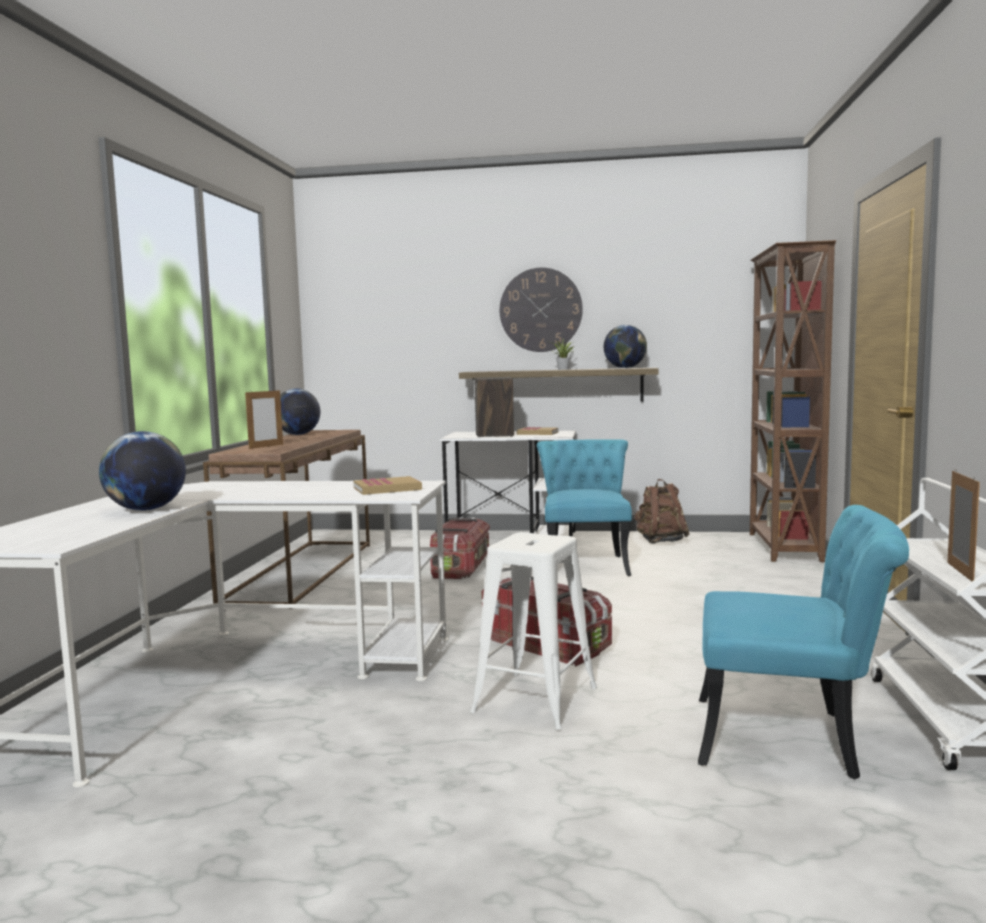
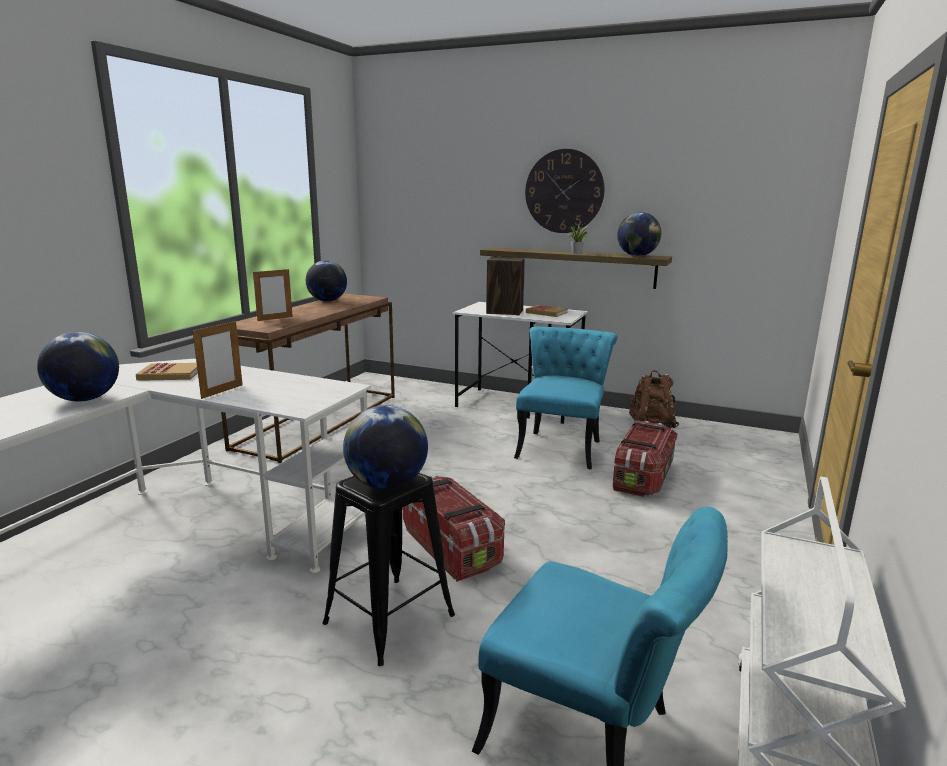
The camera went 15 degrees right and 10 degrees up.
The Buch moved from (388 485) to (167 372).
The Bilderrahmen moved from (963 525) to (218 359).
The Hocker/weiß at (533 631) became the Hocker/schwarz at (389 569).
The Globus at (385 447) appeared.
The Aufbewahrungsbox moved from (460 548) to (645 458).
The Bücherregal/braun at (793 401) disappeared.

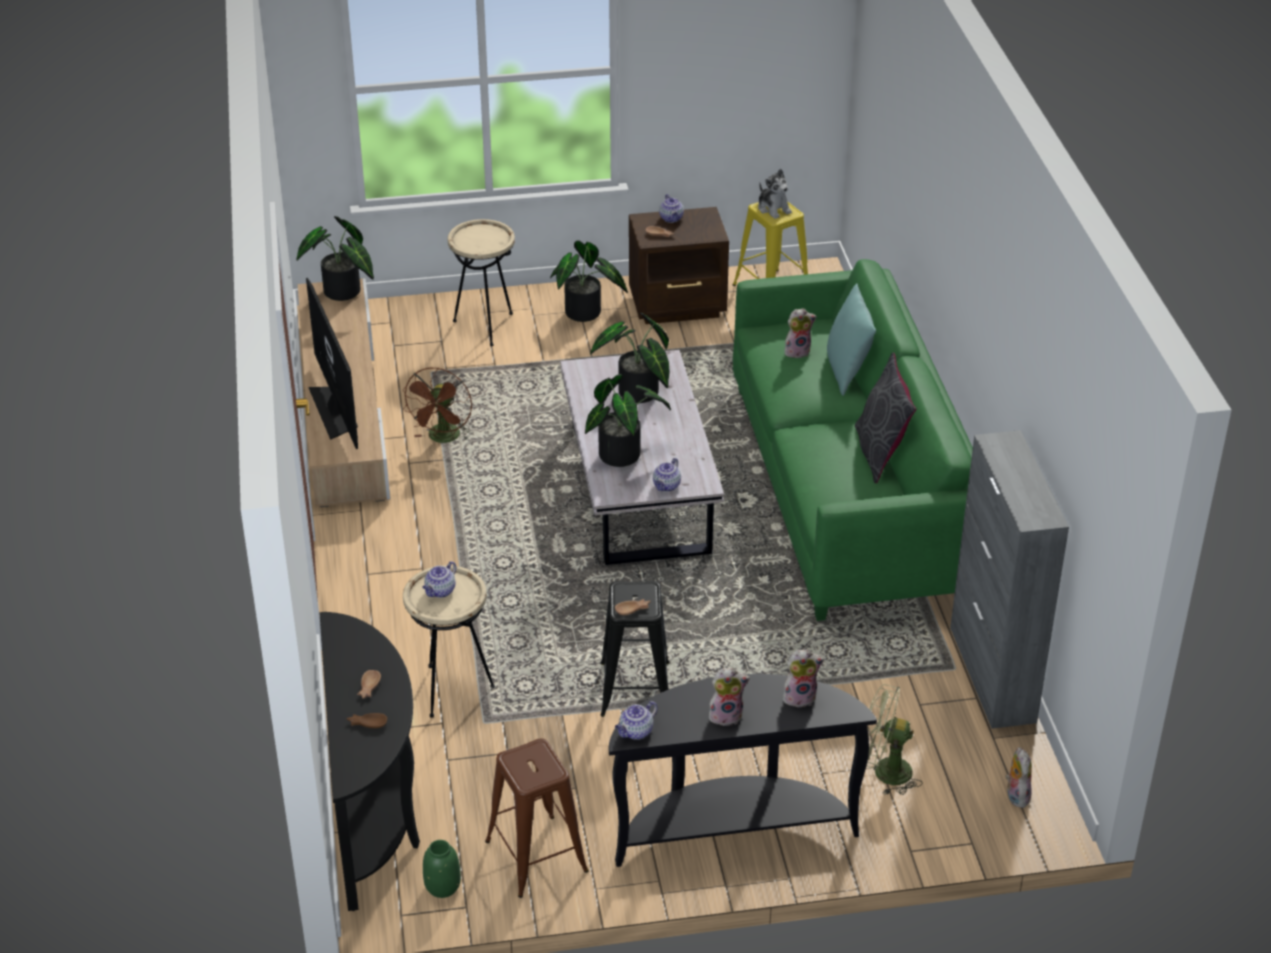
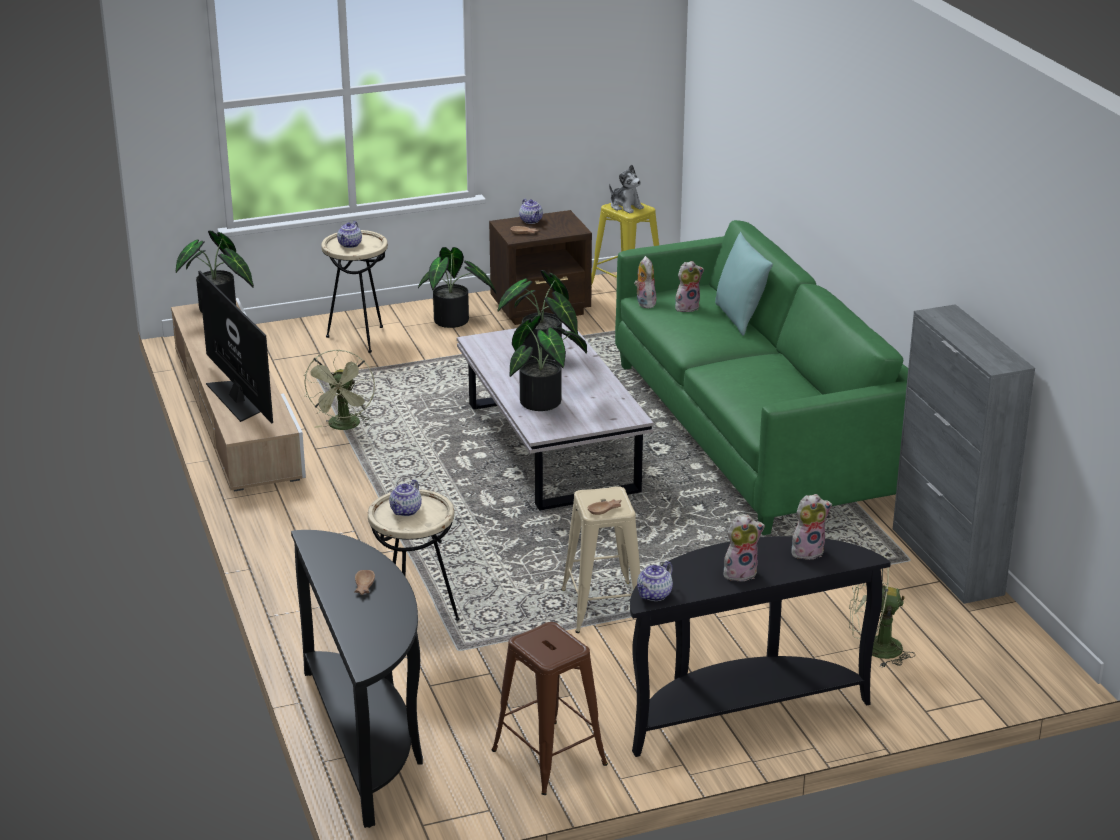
The camera went 10 degrees left and 10 degrees down.
The Ventilator/braun at (437 405) became the Ventilator/grün at (339 390).
The Teekanne moved from (667 475) to (349 234).
The Hocker/schwarz at (634 649) became the Hocker/beige at (600 559).
The Plüschtier moved from (1018 777) to (645 282).
The Schüssel/braun at (366 720) disappeared.
The Vase/grün at (442 869) disappeared.
The Kissen/grau at (885 418) disappeared.

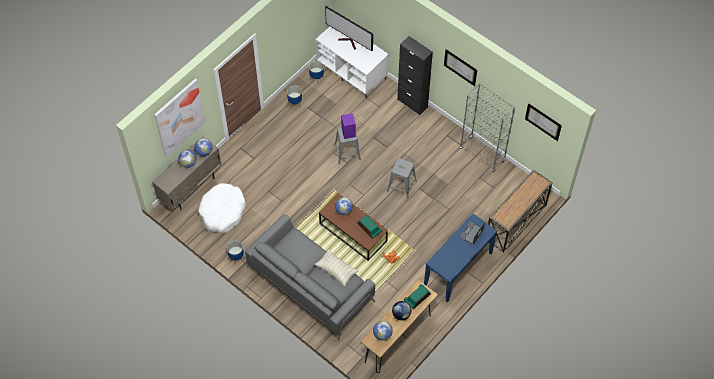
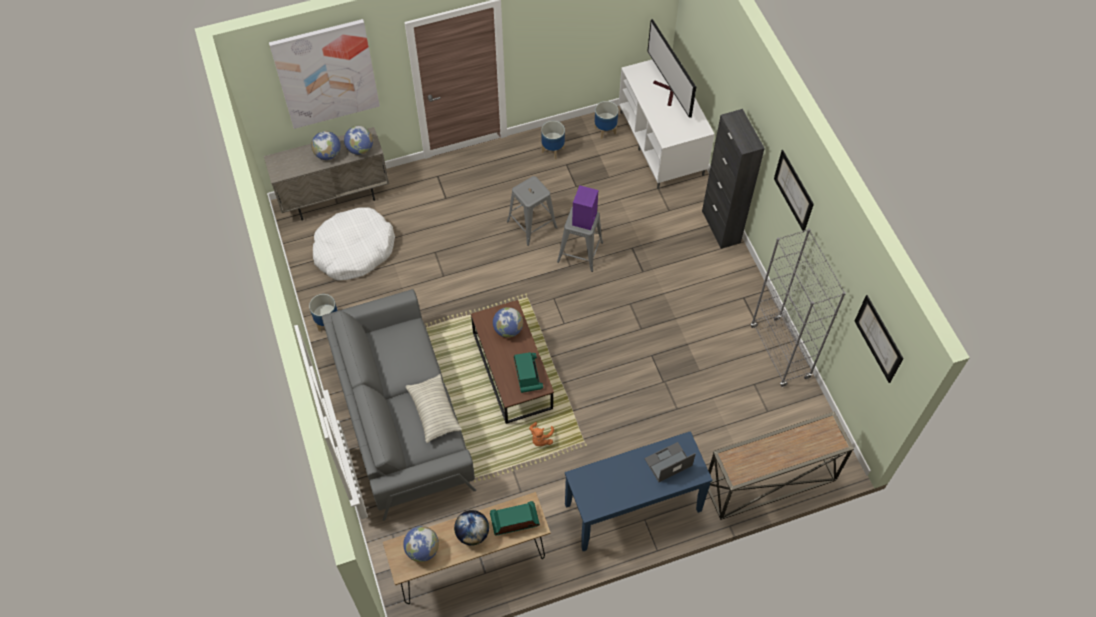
The camera went 30 degrees right and 0 degrees up.
The Hocker/grau moved from (402 178) to (532 211).

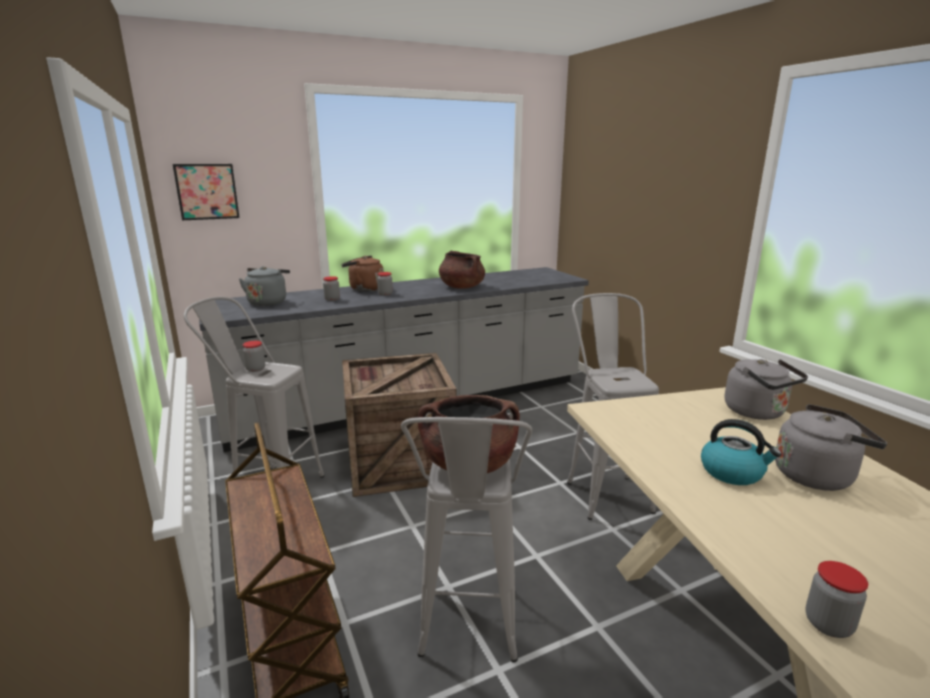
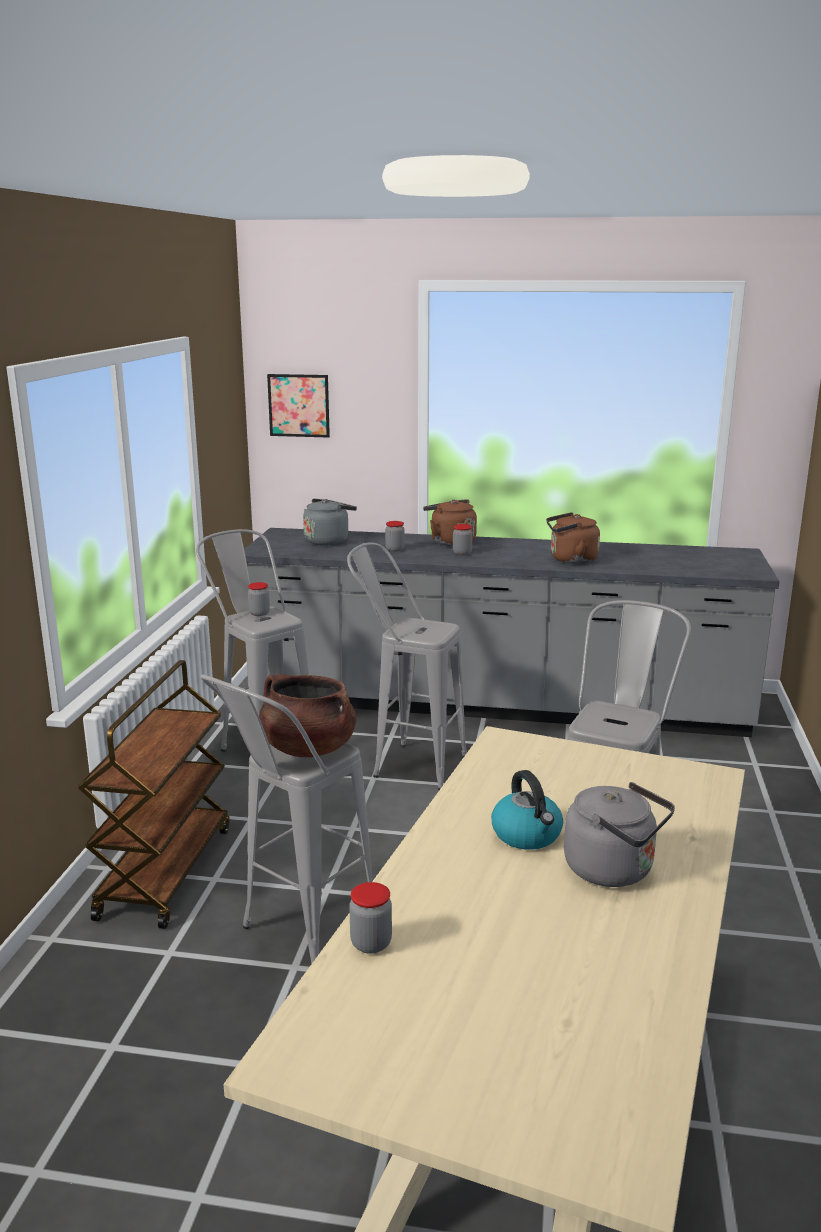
The camera went 35 degrees right and 0 degrees up.
The Kiste at (399 425) was replaced by the Hocker/grau at (407 666).
The Kochtopf/braun at (462 269) was replaced by the Wasserkessel/braun at (573 538).
The Wasserkessel/grau at (766 389) disappeared.

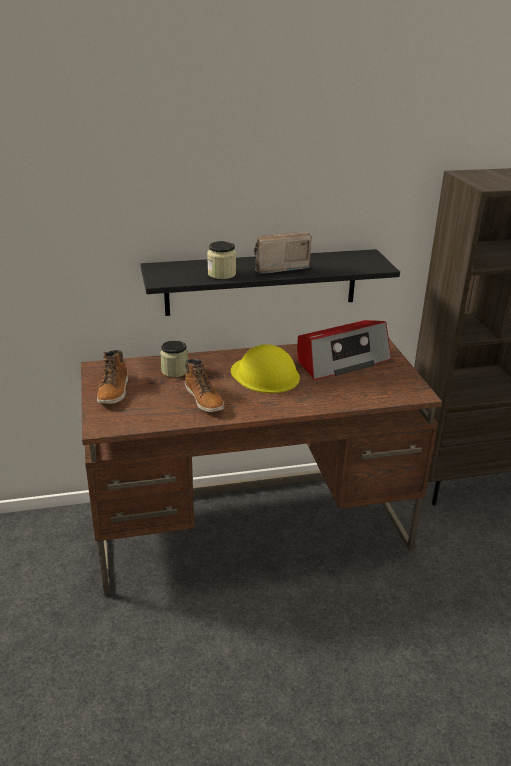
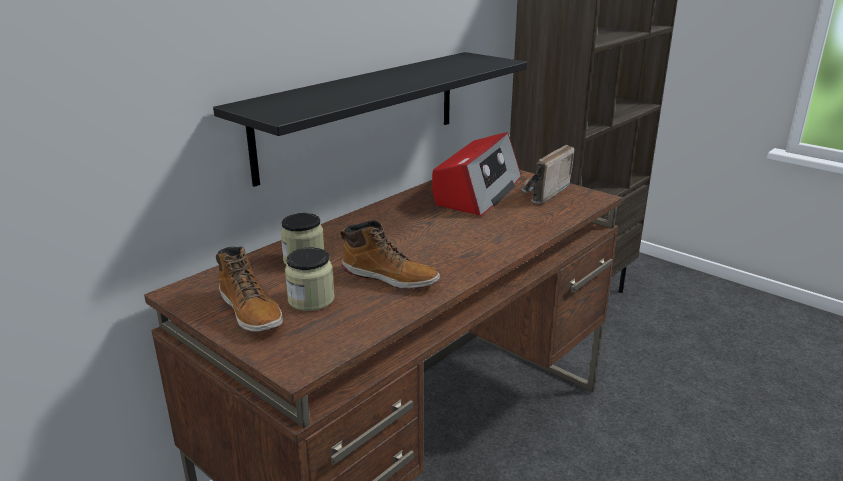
The camera went 35 degrees left and 5 degrees down.
The Vorratsglas moved from (221 260) to (309 279).
The Radio moved from (283 253) to (548 174).
The Schutzhelm/gelb at (265 368) disappeared.

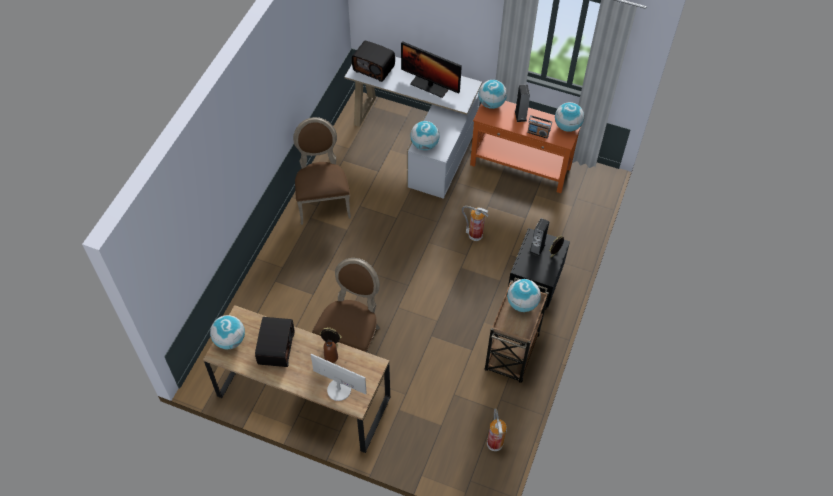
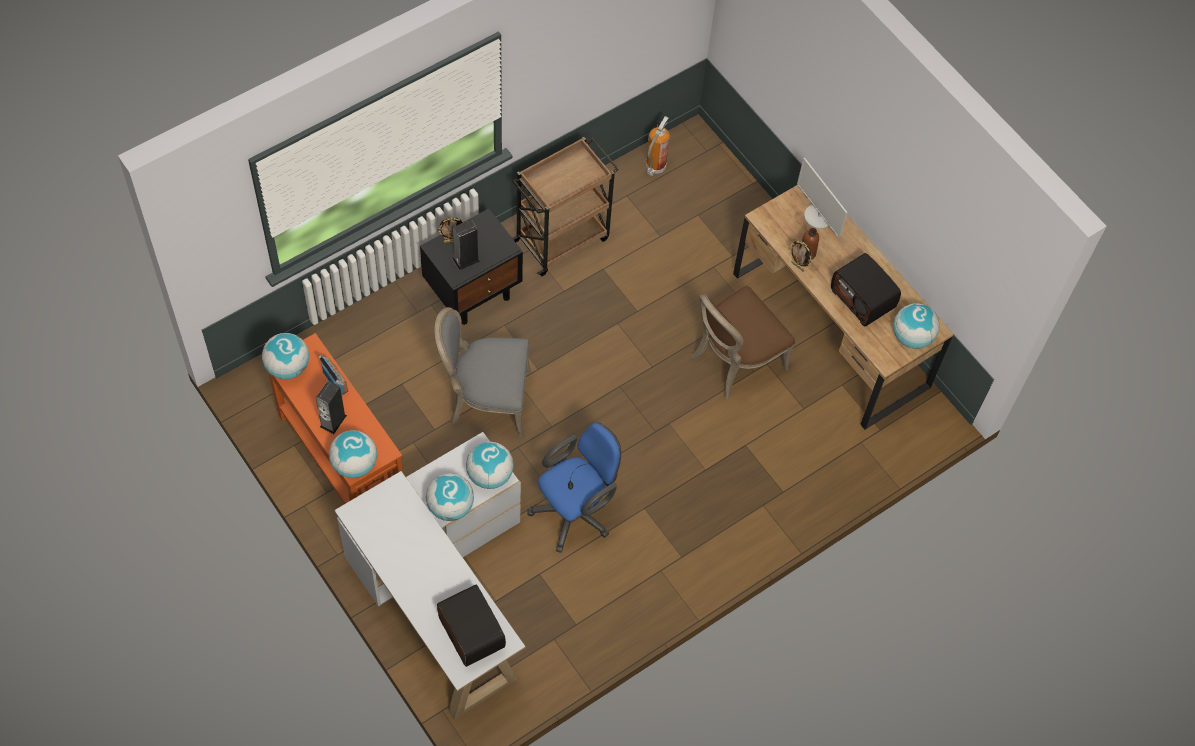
The camera went 150 degrees left and 5 degrees up.
The Globus moved from (524 295) to (450 497).
The Feuerlöscher at (475 223) was replaced by the Stuhl/grau at (482 372).
The Bürostuhl/blau at (574 487) appeared.
The Radio at (274 342) turned 75 degrees counterclockwise.
The Stuhl/braun at (322 171) disappeared.
The Monitor at (431 69) disappeared.

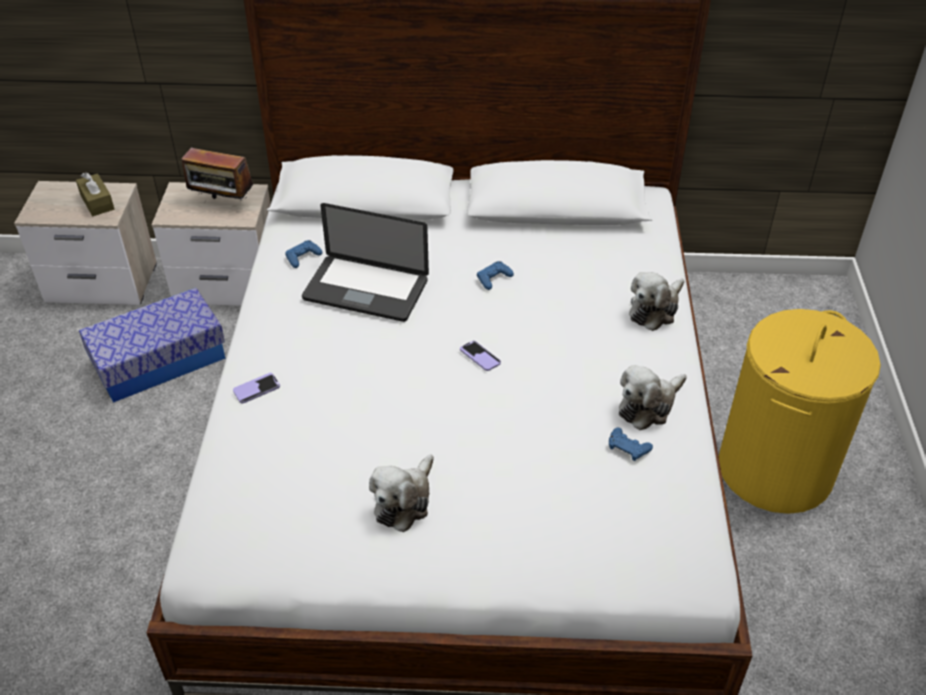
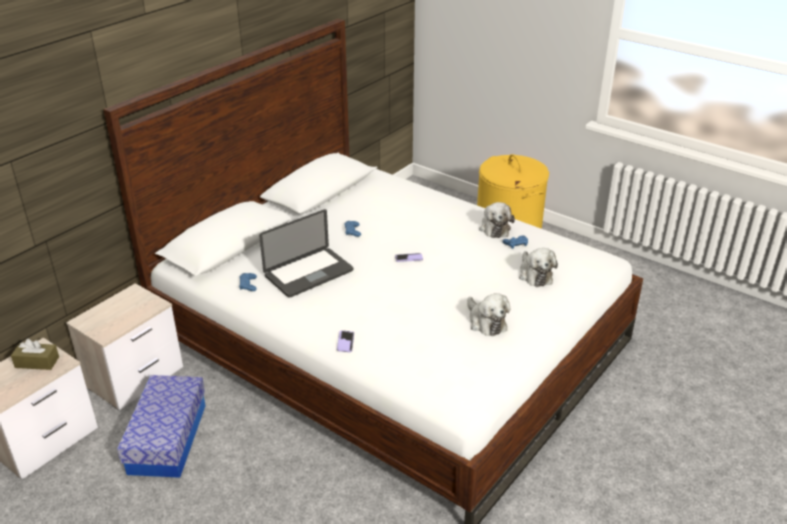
The camera went 55 degrees left and 10 degrees down.
The Plüschtier moved from (656 301) to (538 267).
The Radio at (217 173) disappeared.

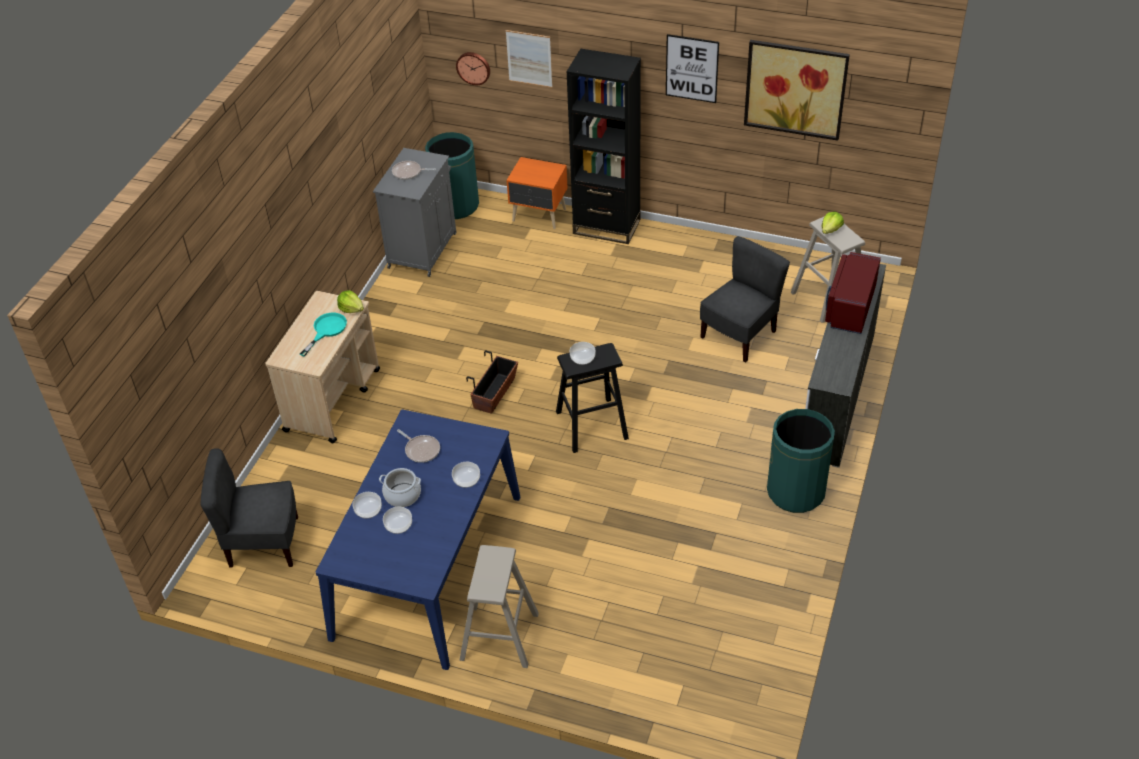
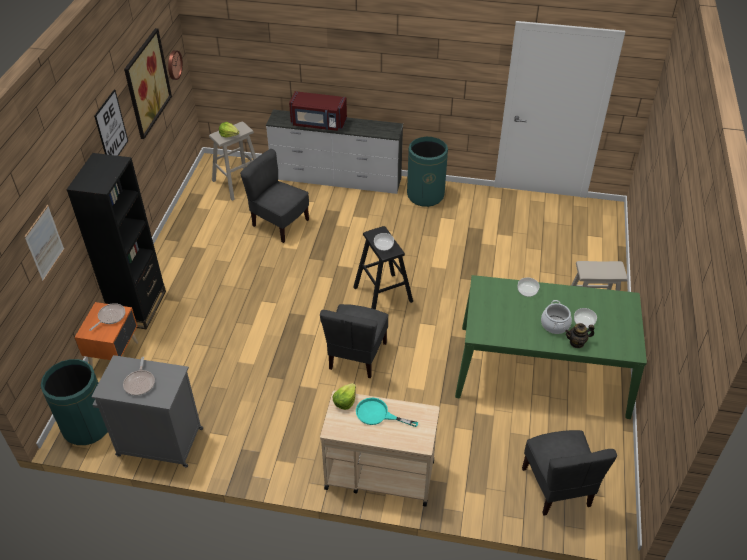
The camera went 100 degrees left and 0 degrees up.
The Pfanne moved from (418 446) to (107 317).
The Wanduhr moved from (473 68) to (175 65).
The Pflanzkübel at (492 382) was replaced by the Stuhl/grau at (354 341).
The Esstisch/blau at (418 540) became the Esstisch/grün at (551 347).
The Schüssel at (367 505) was replaced by the Teekanne at (579 335).

